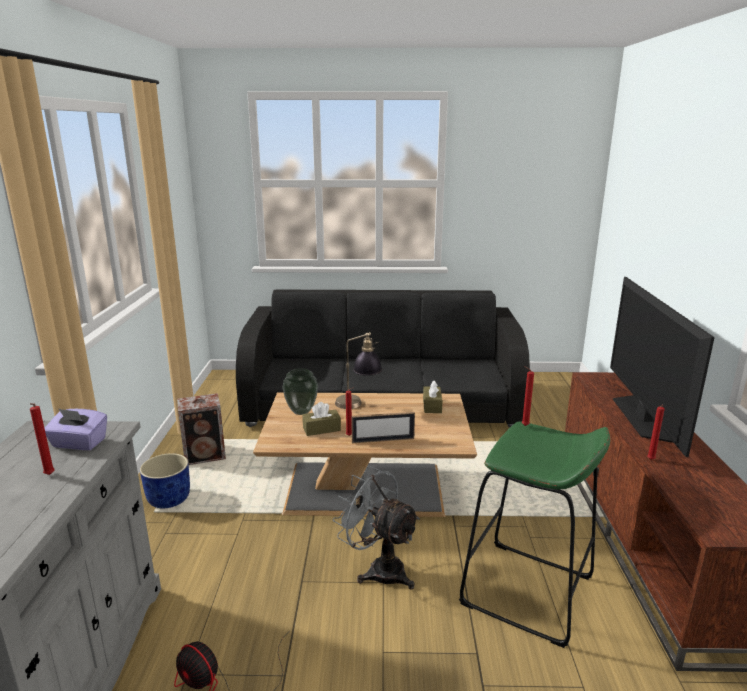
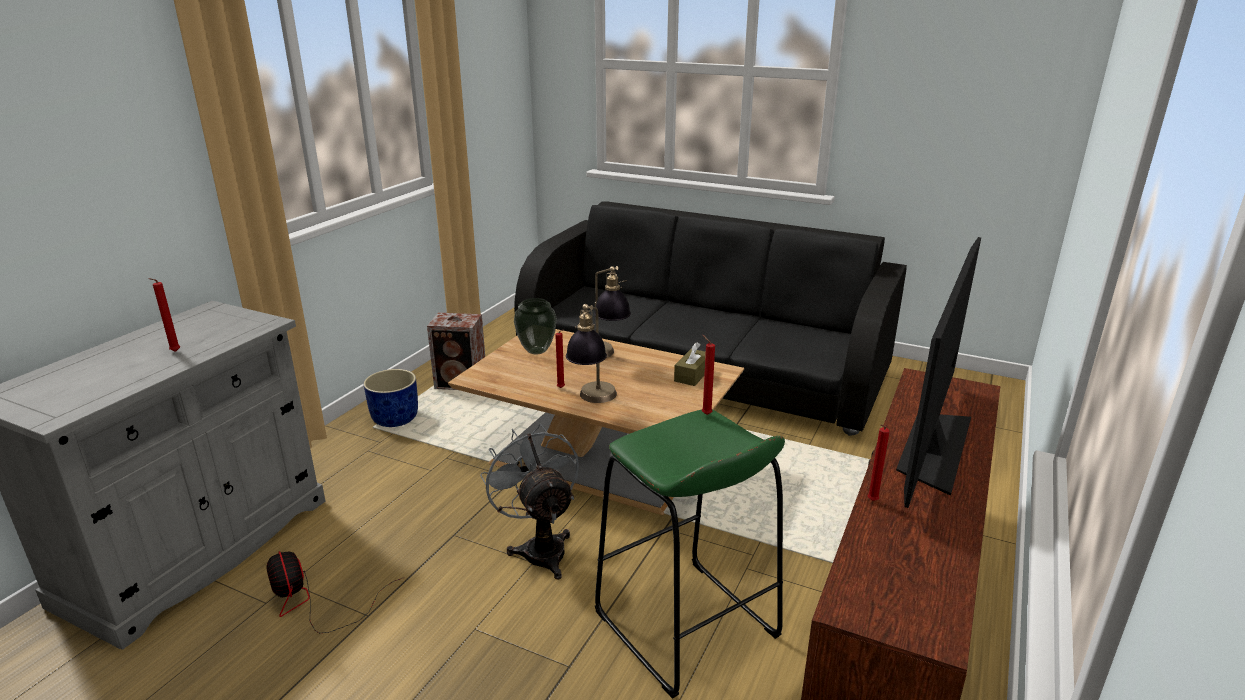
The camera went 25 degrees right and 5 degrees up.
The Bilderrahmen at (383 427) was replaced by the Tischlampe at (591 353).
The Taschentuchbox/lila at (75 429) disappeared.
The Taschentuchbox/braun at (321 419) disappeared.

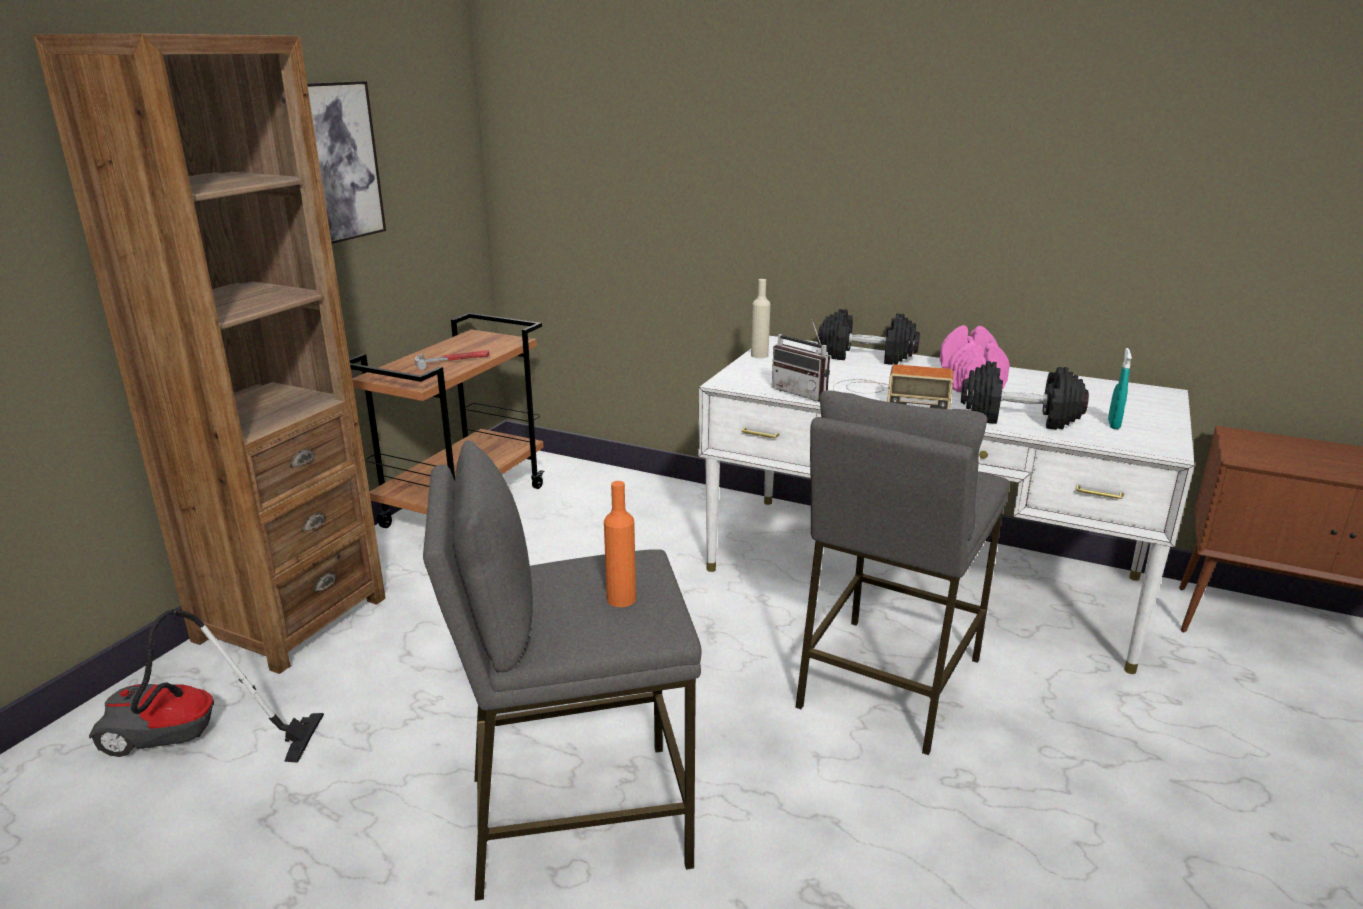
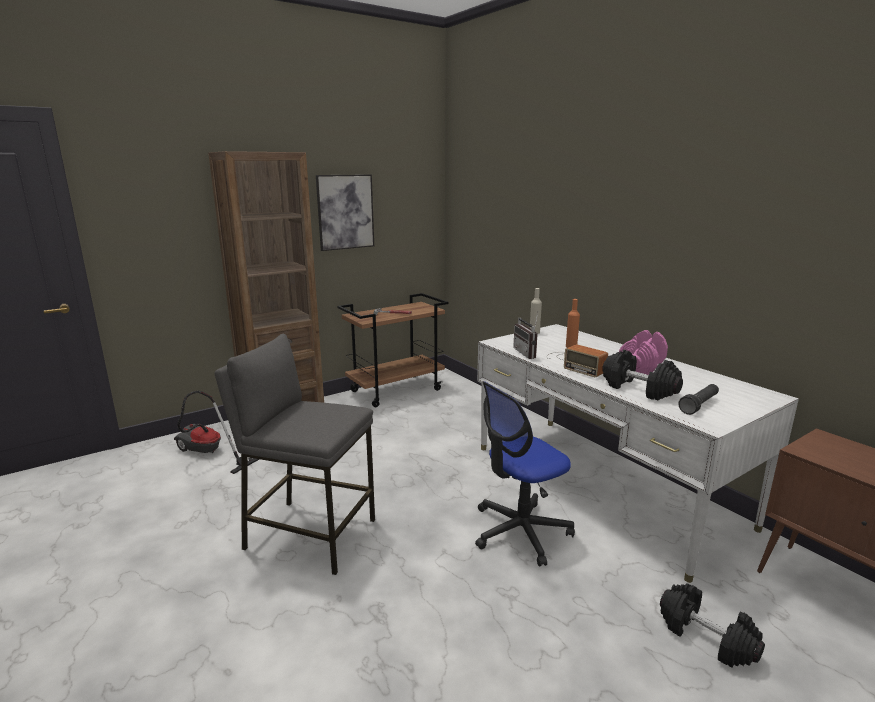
The camera went 30 degrees right and 5 degrees down.
The Hocker/grau at (902 572) was replaced by the Bürostuhl at (525 474).
The Flasche/orange moved from (620 544) to (573 323).
The Hantel/schwarz moved from (869 337) to (712 625).
The Sprühflasche/türkis at (1120 388) was replaced by the Taschenlampe/schwarz at (698 399).

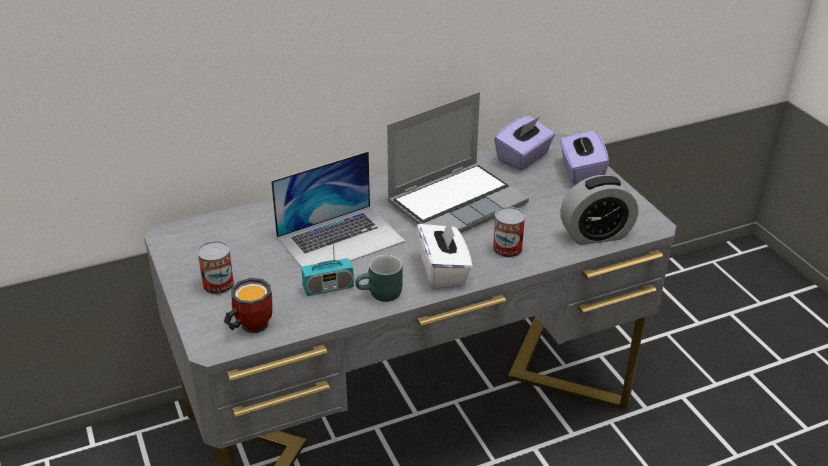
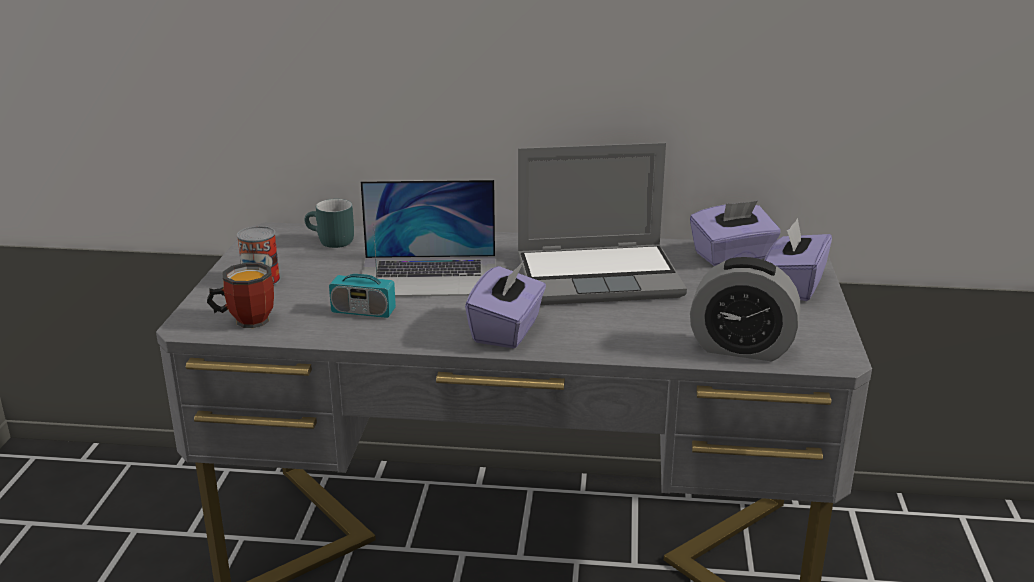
The camera went 30 degrees right and 10 degrees down.
The Henkelbecher/türkis moved from (379 278) to (329 223).
The Taschentuchbox/weiß at (444 253) became the Taschentuchbox/lila at (505 304).
The Dose at (509 232) disappeared.

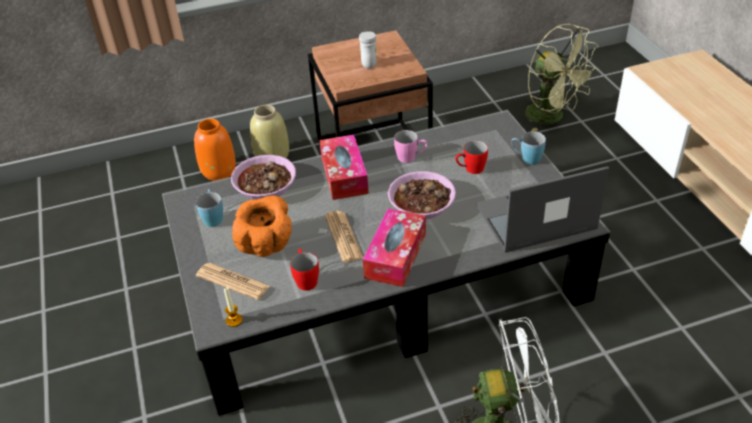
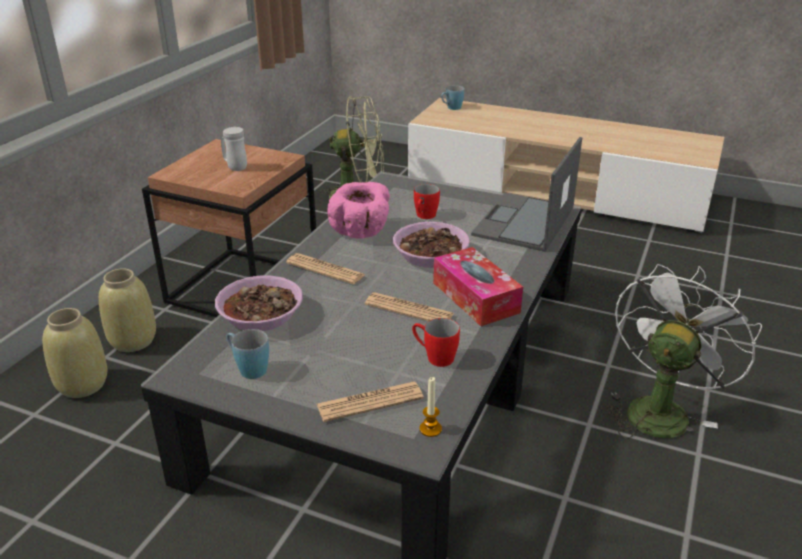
The camera went 50 degrees left and 10 degrees down.
The Vase/orange at (215 150) became the Vase/beige at (75 353).
The Taschentuchbox at (344 167) was replaced by the Zeitung at (326 268).
The Henkelbecher/rosa at (410 146) was replaced by the Schüssel/rosa at (358 210).
The Henkelbecher/blau moved from (528 148) to (452 97).
The Schüssel/orange at (262 226) disappeared.

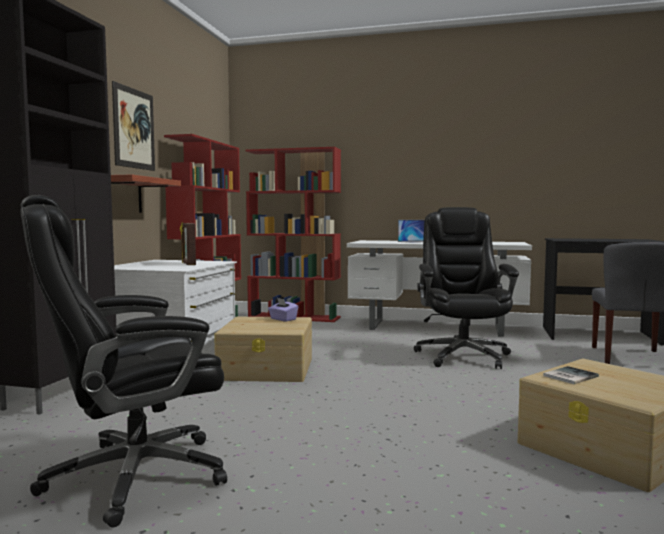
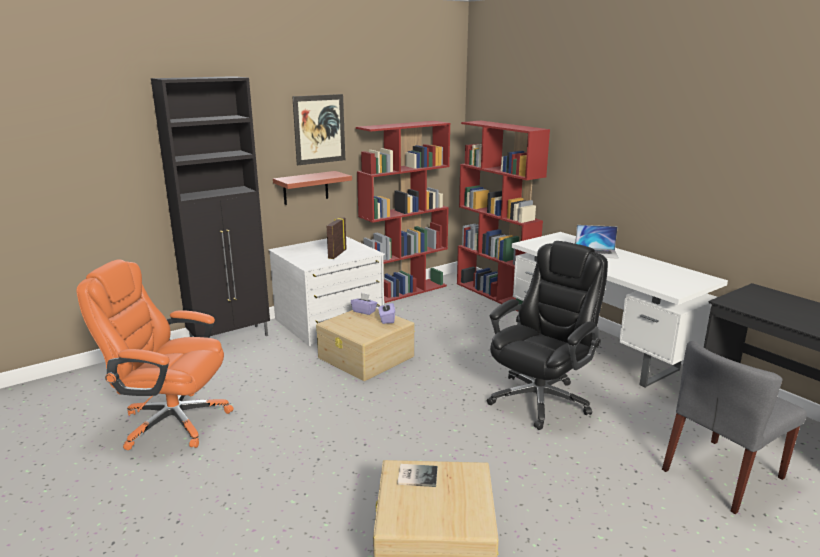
The camera went 40 degrees right and 15 degrees up.
The Bürostuhl/schwarz at (124 361) became the Bürostuhl/orange at (155 354).
The Taschentuchbox/lila at (364 304) appeared.

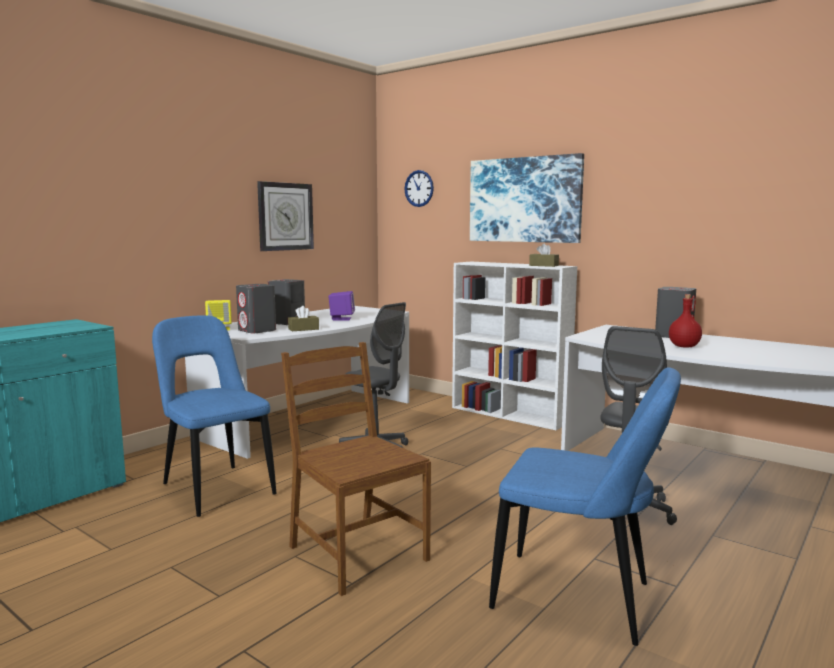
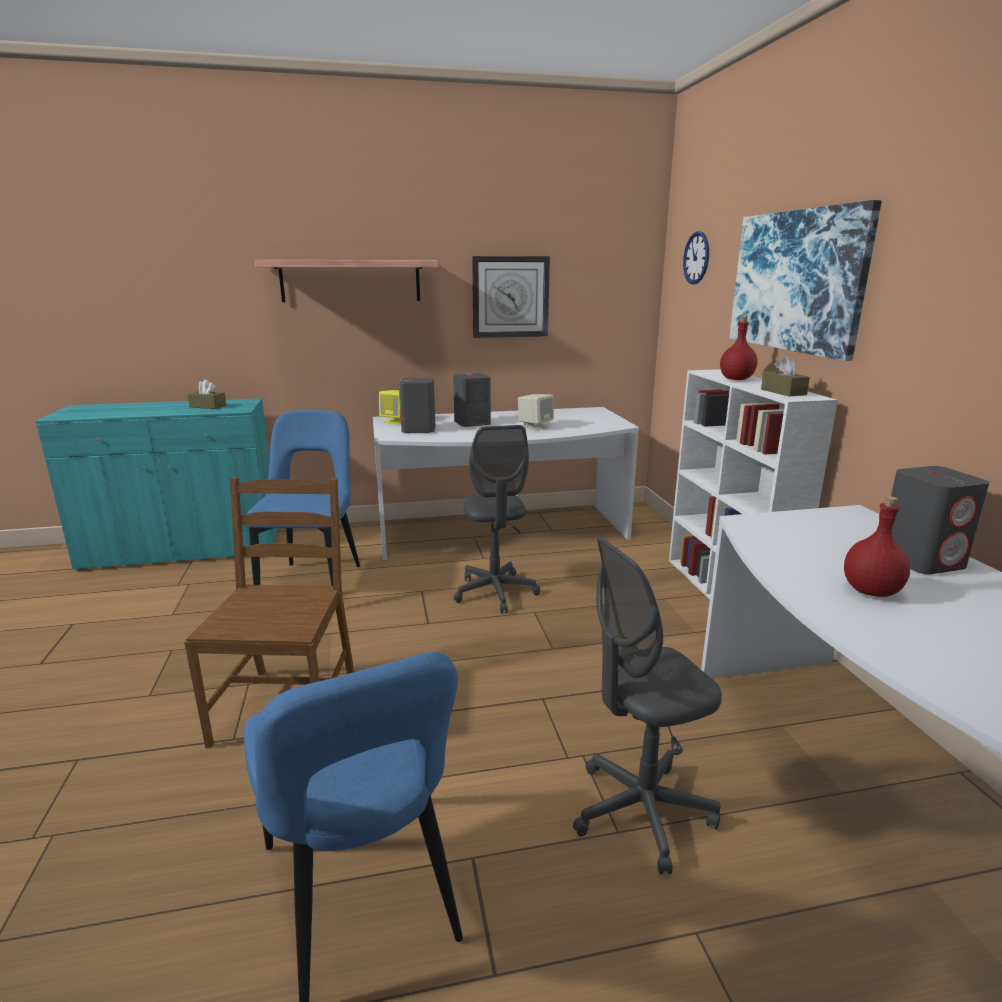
The camera went 40 degrees right and 10 degrees up.
The Taschentuchbox/braun moved from (303 318) to (207 394).
The Wandregal at (346 281) appeared.
The Lautsprecher/lila at (341 306) became the Lautsprecher/beige at (536 412).
The Flasche/rot at (738 348) appeared.

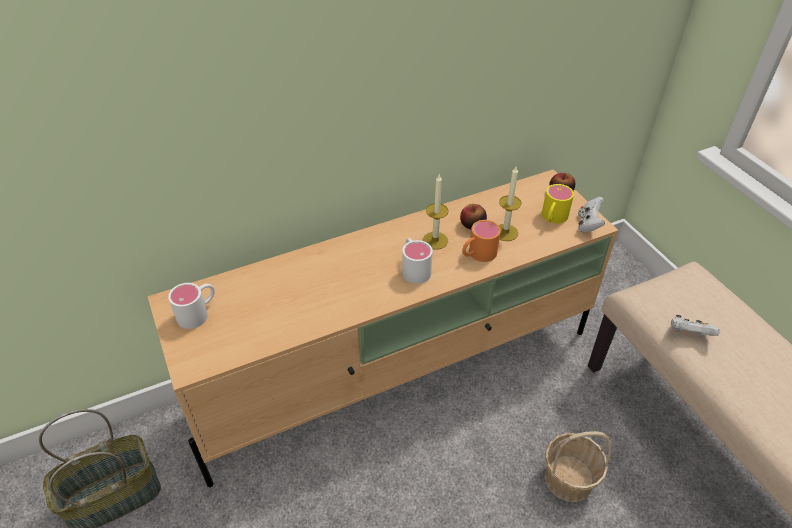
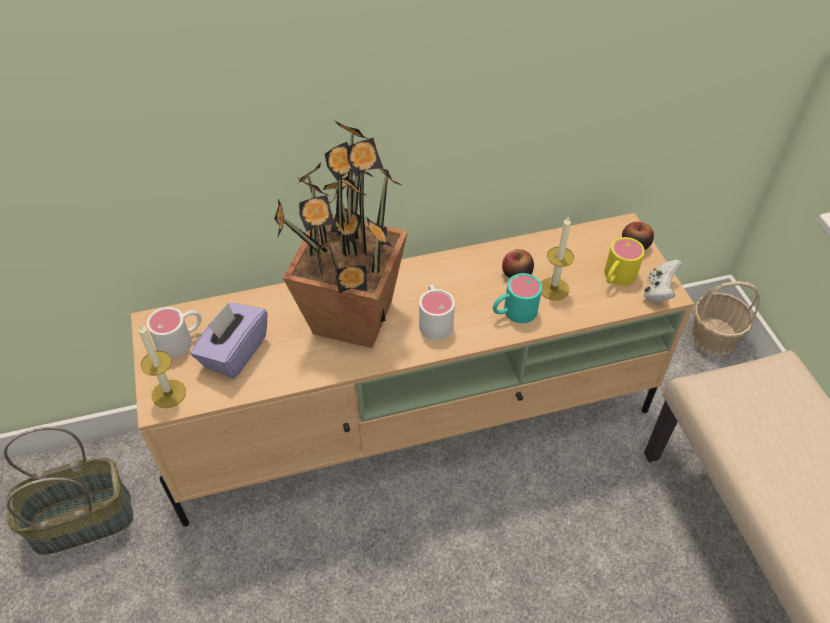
The camera went 10 degrees right and 5 degrees up.
The Kerze moved from (435 212) to (162 366).
The Taschentuchbox/lila at (229 341) appeared.
The Topfpflanze at (341 234) appeared.
The Henkelbecher/orange at (481 241) became the Henkelbecher/türkis at (517 298).
The Korb moved from (578 466) to (725 318).
The Gamepad/weiß at (695 325) disappeared.

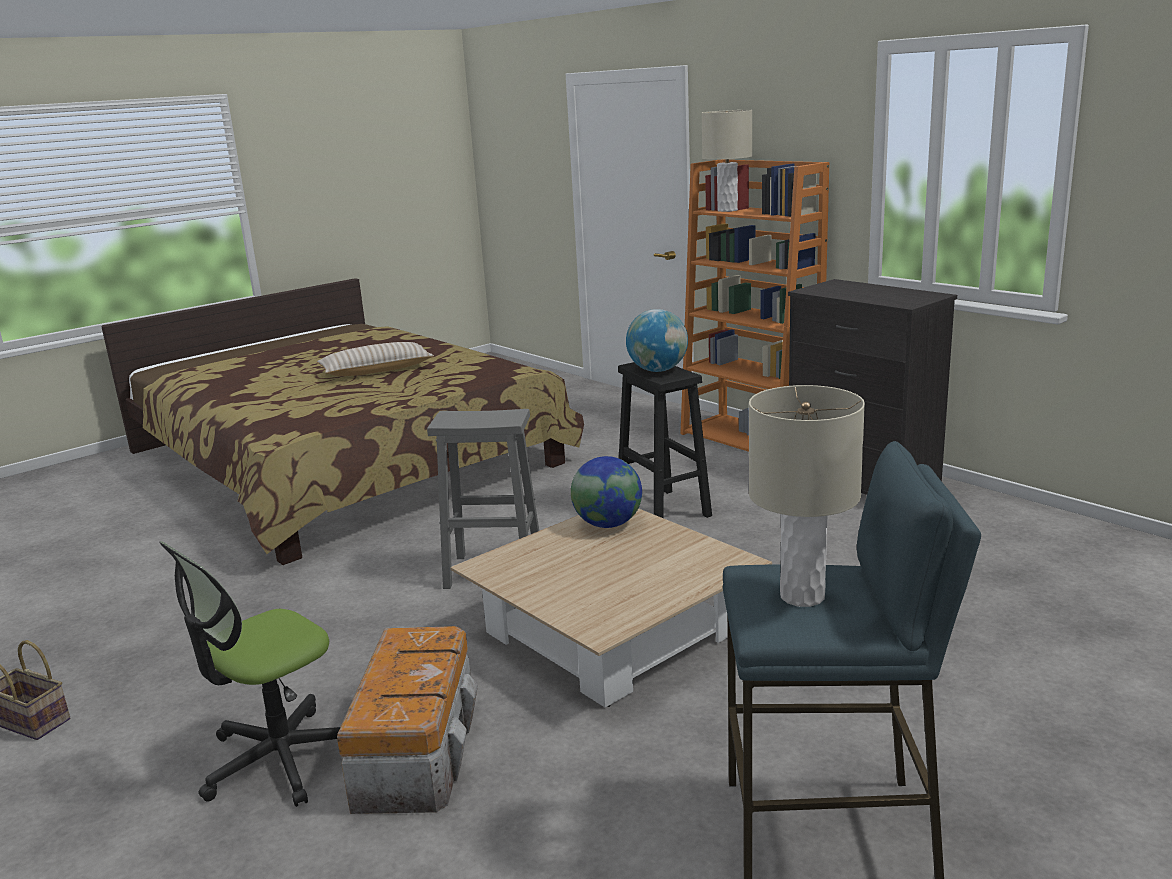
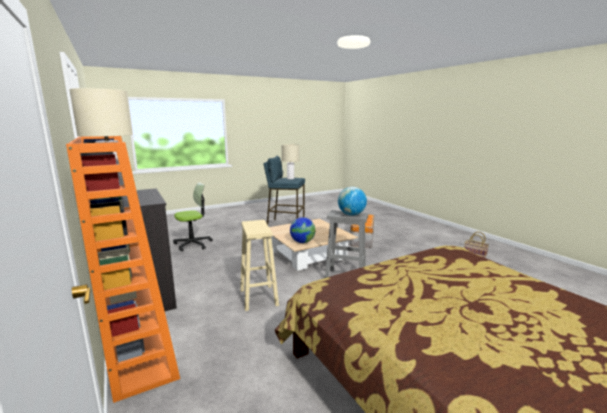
The camera went 170 degrees left and 5 degrees down.
The Bürostuhl moved from (249 674) to (192 217).
The Hocker/schwarz at (665 440) became the Hocker/beige at (259 265).
The Globus moved from (657 340) to (352 201).
The Kissen/beige at (375 359) disappeared.

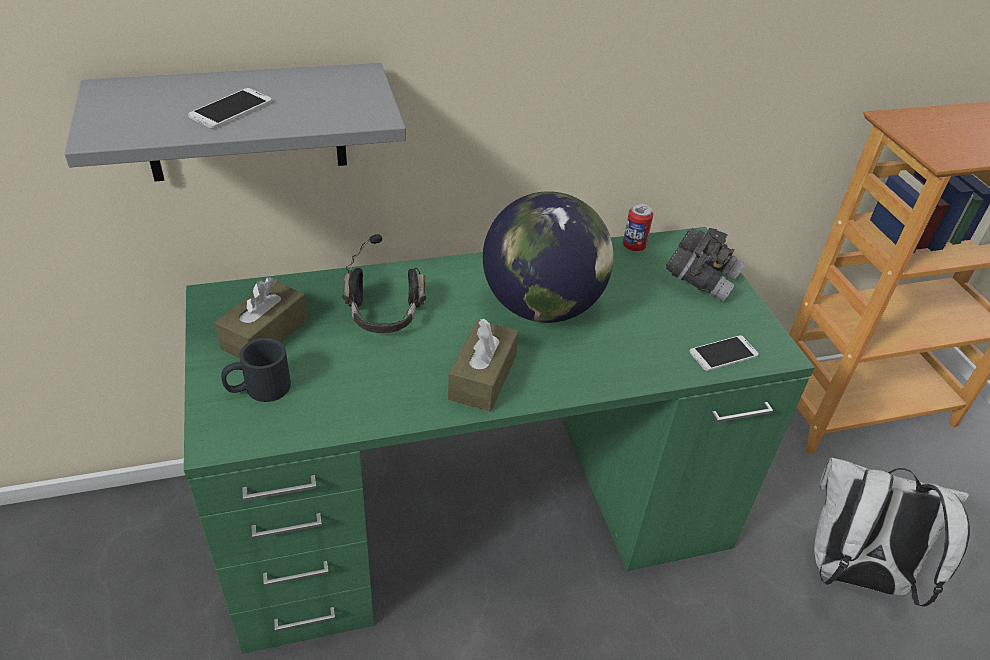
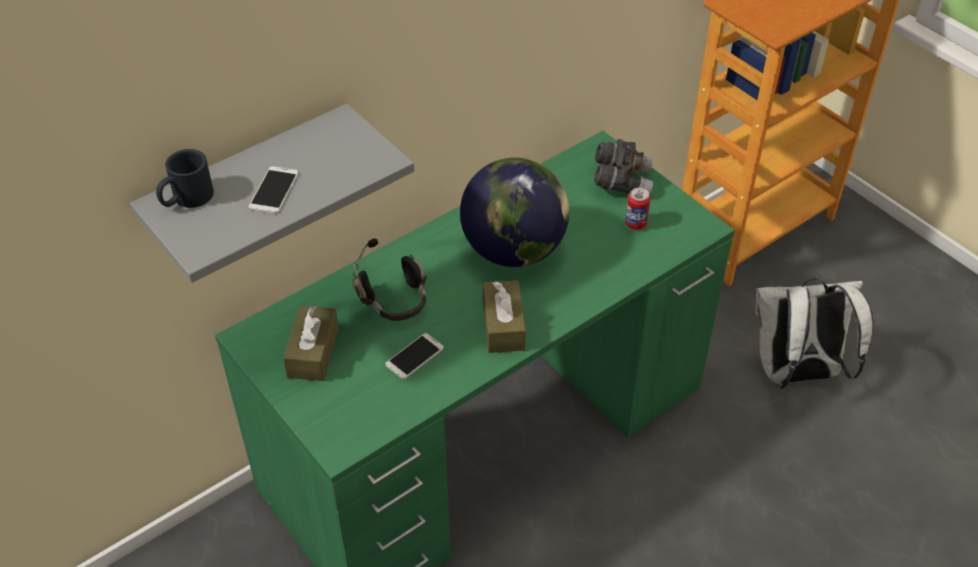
The camera went 20 degrees left and 5 degrees up.
The Henkelbecher/schwarz moved from (256 370) to (185 178).
The Handy moved from (724 353) to (414 356).
The Dose moved from (638 227) to (637 209).

